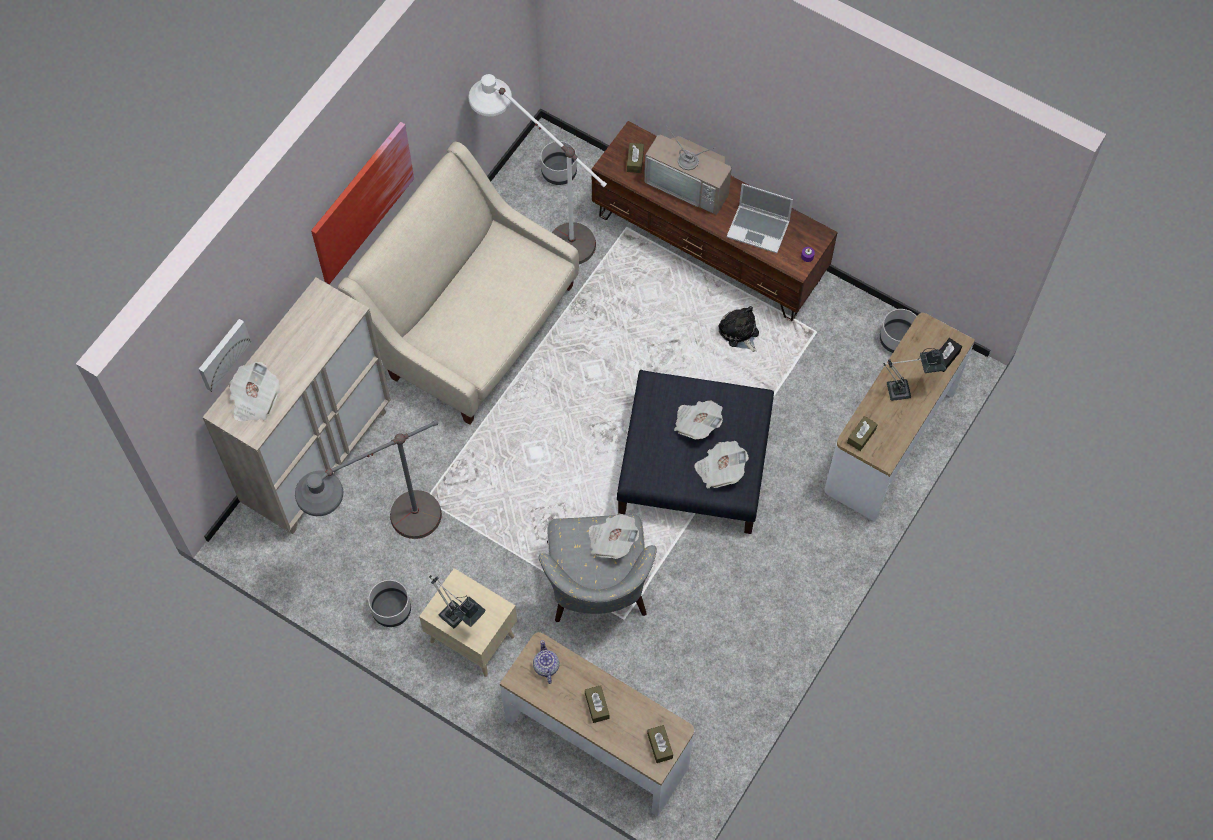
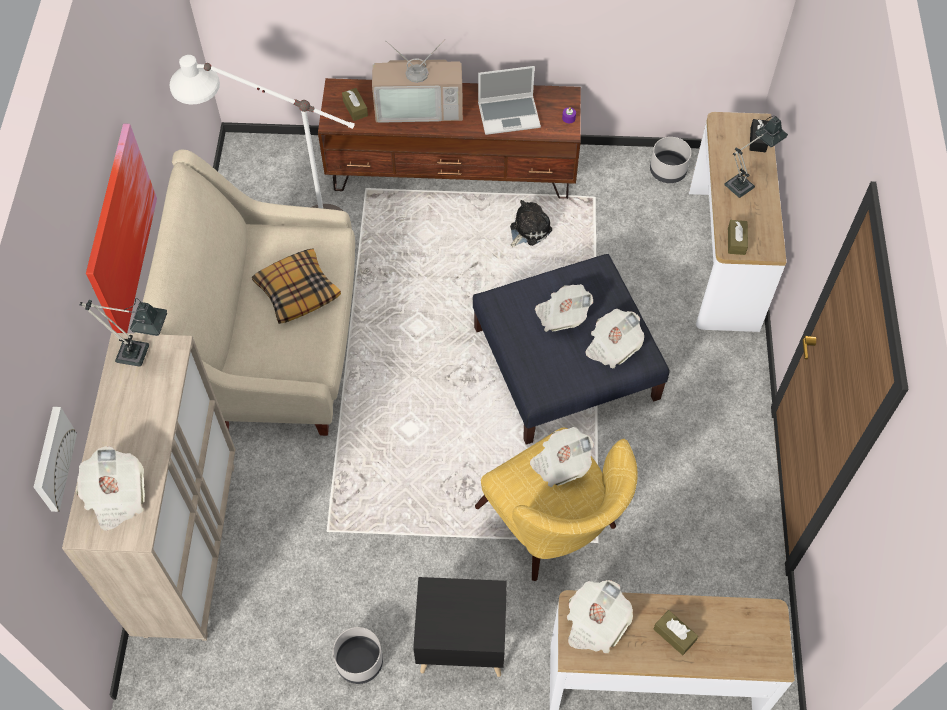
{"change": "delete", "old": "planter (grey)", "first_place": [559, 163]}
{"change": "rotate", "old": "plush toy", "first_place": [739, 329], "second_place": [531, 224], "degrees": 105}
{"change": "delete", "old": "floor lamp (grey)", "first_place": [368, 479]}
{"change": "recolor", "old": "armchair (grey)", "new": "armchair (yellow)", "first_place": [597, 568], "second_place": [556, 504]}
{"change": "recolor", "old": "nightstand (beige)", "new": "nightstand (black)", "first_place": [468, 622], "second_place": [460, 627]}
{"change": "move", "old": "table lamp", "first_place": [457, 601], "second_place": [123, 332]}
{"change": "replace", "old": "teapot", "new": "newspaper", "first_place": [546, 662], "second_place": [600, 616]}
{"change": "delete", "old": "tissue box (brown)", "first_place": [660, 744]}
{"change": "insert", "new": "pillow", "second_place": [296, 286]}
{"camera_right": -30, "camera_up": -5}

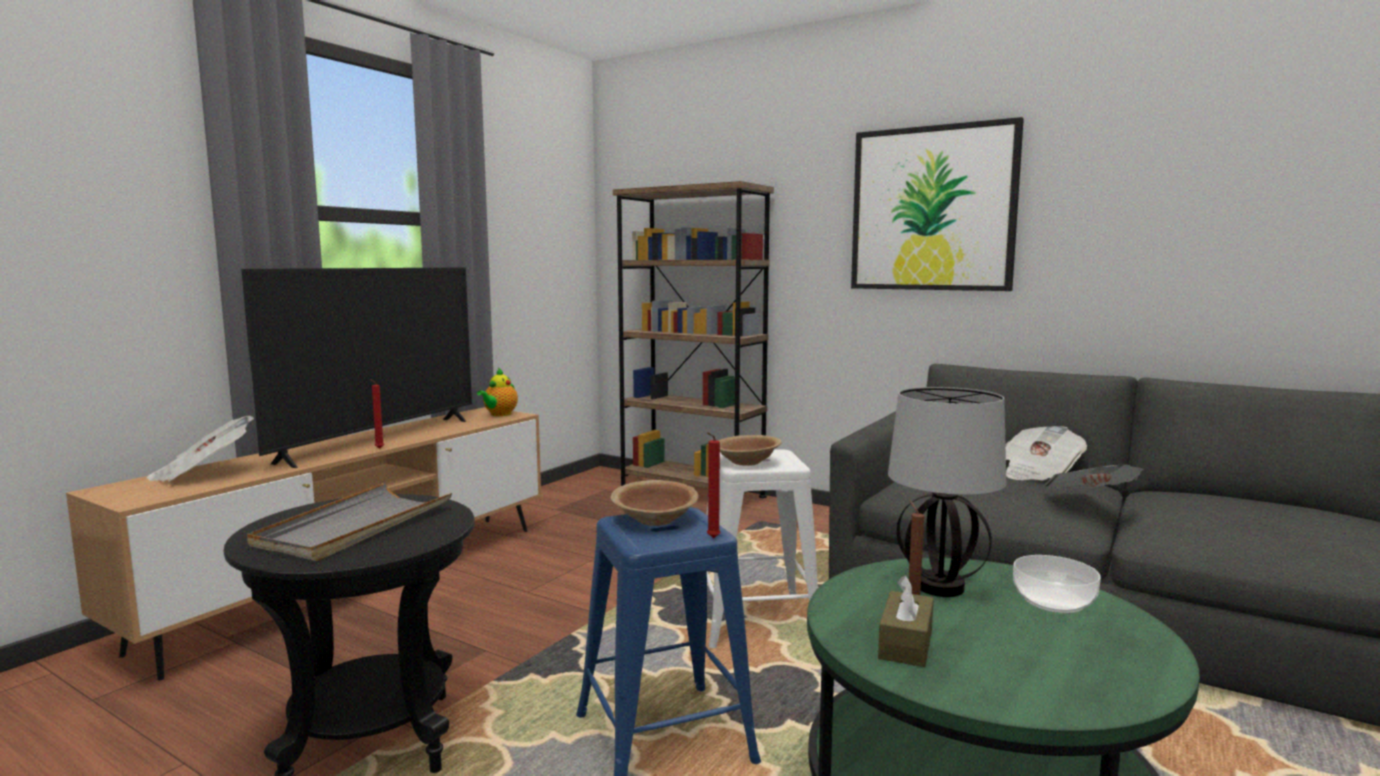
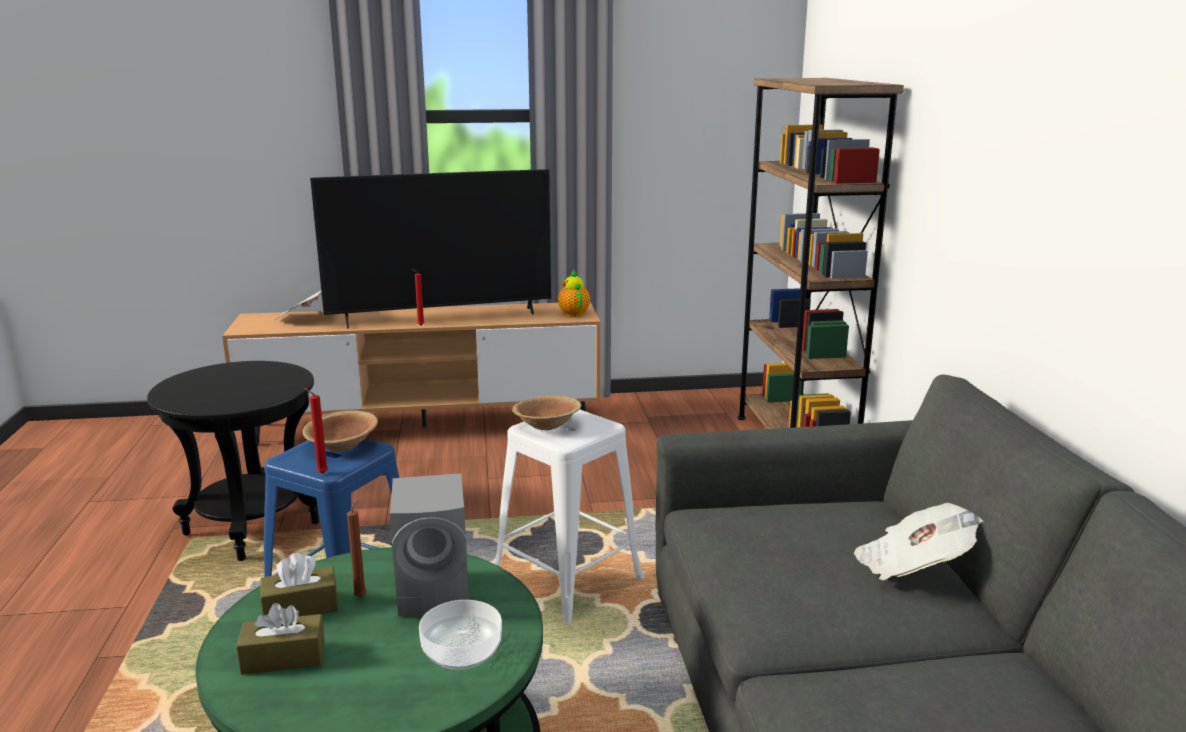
{"change": "delete", "old": "picture", "first_place": [937, 204]}
{"change": "rotate", "old": "teapot", "first_place": [497, 391], "second_place": [574, 293], "degrees": 90}
{"change": "replace", "old": "table lamp", "new": "speaker (grey)", "first_place": [947, 492], "second_place": [429, 545]}
{"change": "delete", "old": "newspaper", "first_place": [1093, 477]}
{"change": "delete", "old": "tray (grey)", "first_place": [349, 522]}
{"change": "insert", "new": "tissue box (brown)", "second_place": [280, 639]}
{"camera_right": 50, "camera_up": 10}

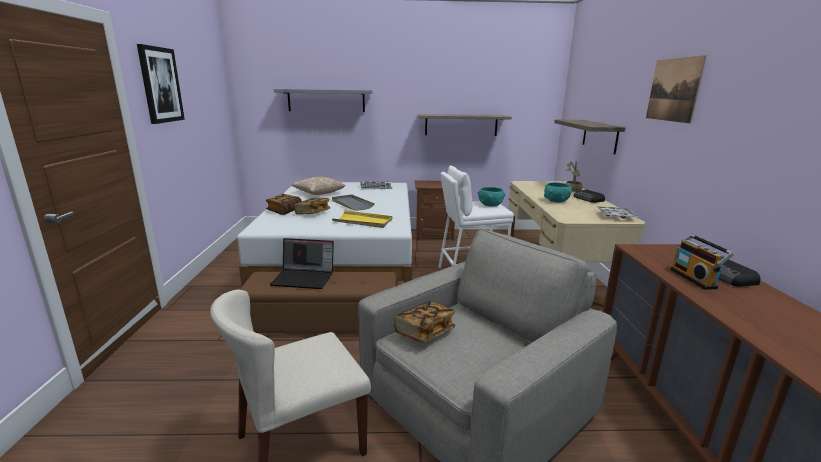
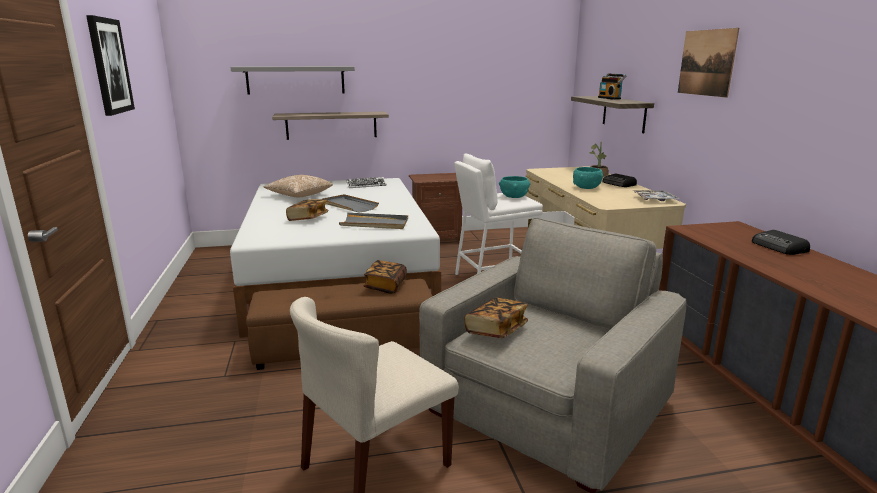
{"change": "move", "old": "shelf", "first_place": [465, 125], "second_place": [330, 126]}
{"change": "move", "old": "book", "first_place": [283, 204], "second_place": [385, 277]}
{"change": "recolor", "old": "tray (yellow)", "new": "tray (grey)", "first_place": [362, 219], "second_place": [373, 221]}
{"change": "move", "old": "radio", "first_place": [702, 262], "second_place": [612, 87]}
{"change": "delete", "old": "laptop", "first_place": [301, 263]}
{"camera_right": -10, "camera_up": 0}

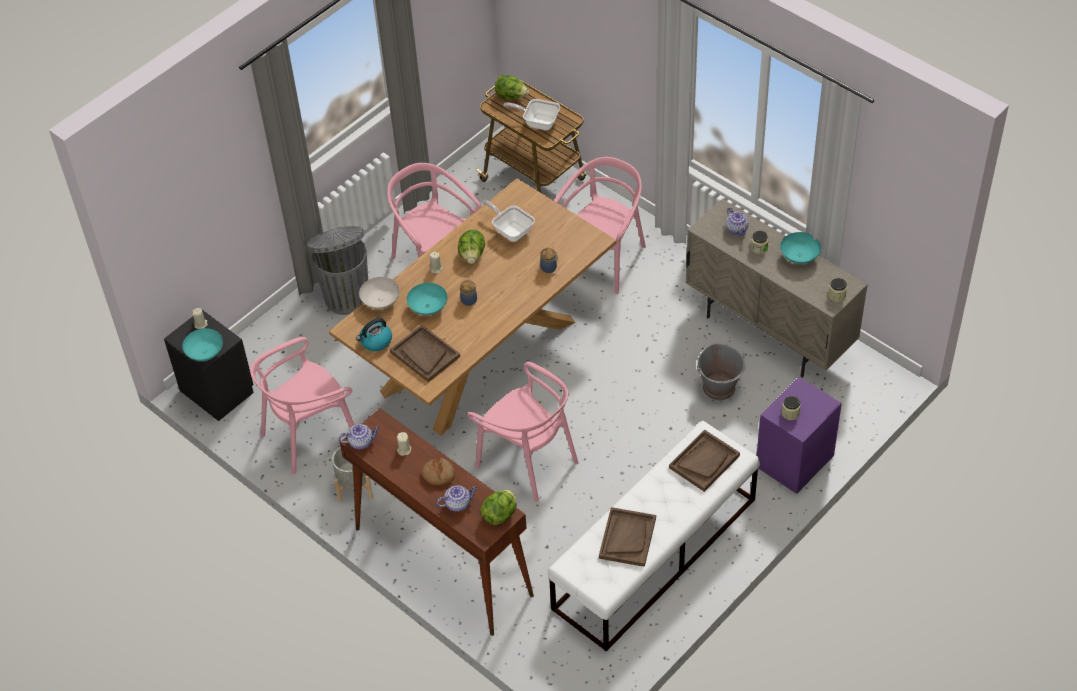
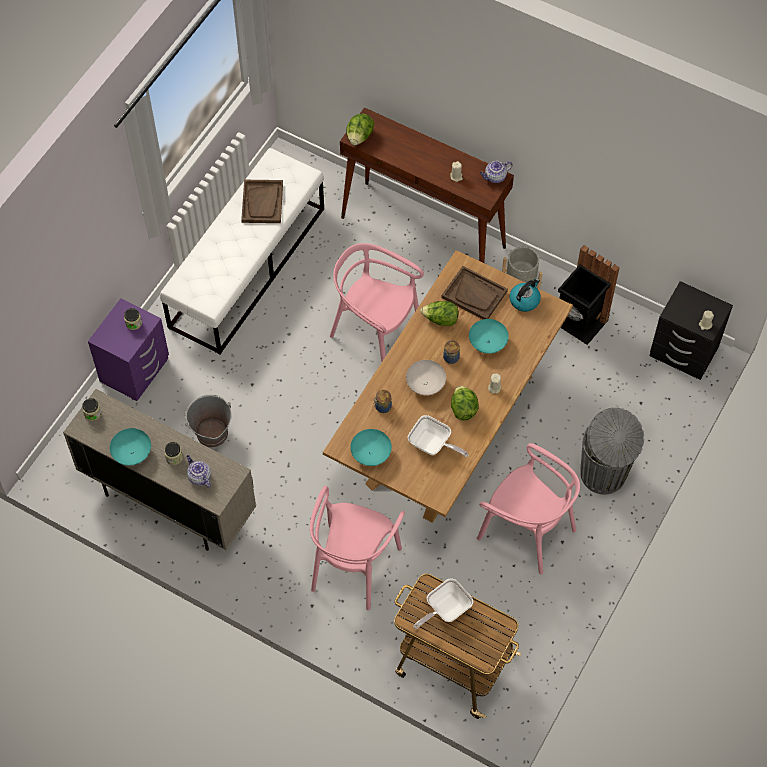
{"change": "move", "old": "lettuce", "first_place": [512, 86], "second_place": [439, 313]}
{"change": "rotate", "old": "frying pan", "first_place": [531, 114], "second_place": [443, 604], "degrees": 135}
{"change": "move", "old": "bowl (white)", "first_place": [379, 293], "second_place": [426, 377]}
{"change": "move", "old": "bowl (turquoise)", "first_place": [202, 344], "second_place": [371, 447]}
{"change": "replace", "old": "chair (pink)", "new": "trash can (black)", "first_place": [302, 405], "second_place": [589, 295]}
{"change": "delete", "old": "tray (brown)", "first_place": [704, 460]}
{"change": "delete", "old": "bread", "first_place": [438, 471]}
{"change": "delete", "old": "teapot", "first_place": [457, 499]}
{"camera_right": 165, "camera_up": 10}

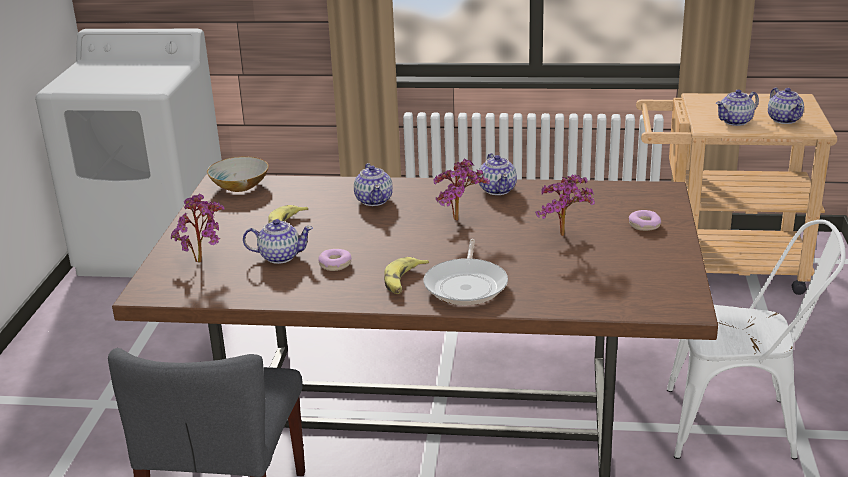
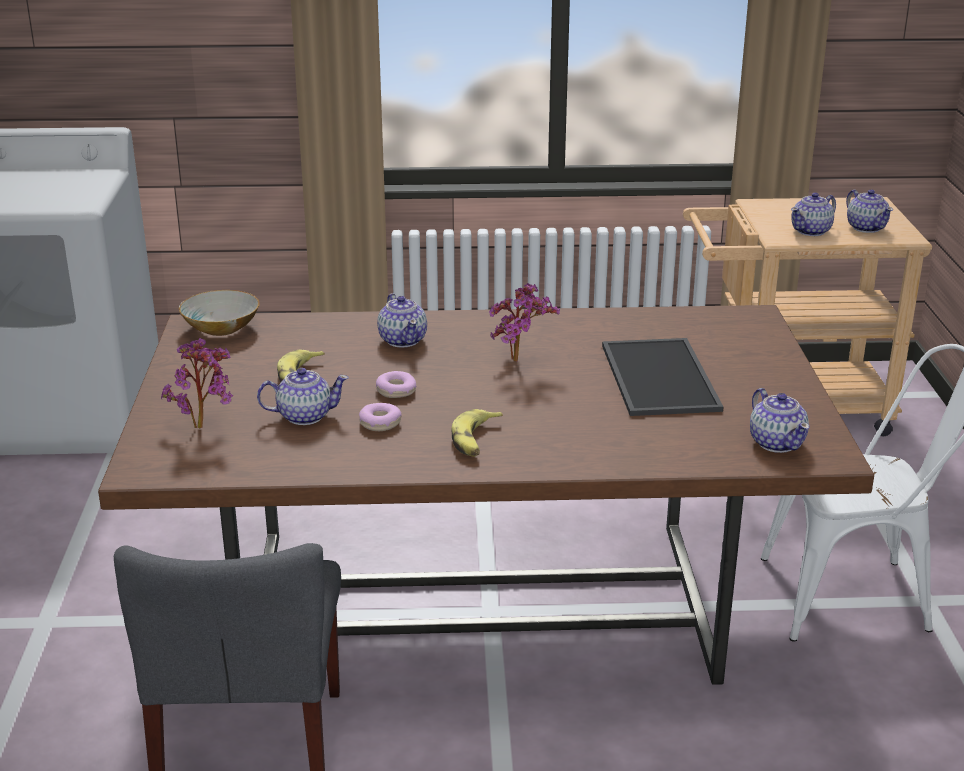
{"change": "move", "old": "teapot", "first_place": [498, 174], "second_place": [780, 420]}
{"change": "replace", "old": "potted plant", "new": "tray", "first_place": [565, 205], "second_place": [662, 377]}
{"change": "move", "old": "donut", "first_place": [645, 220], "second_place": [396, 384]}
{"change": "delete", "old": "frying pan", "first_place": [466, 272]}
{"camera_right": -10, "camera_up": 0}

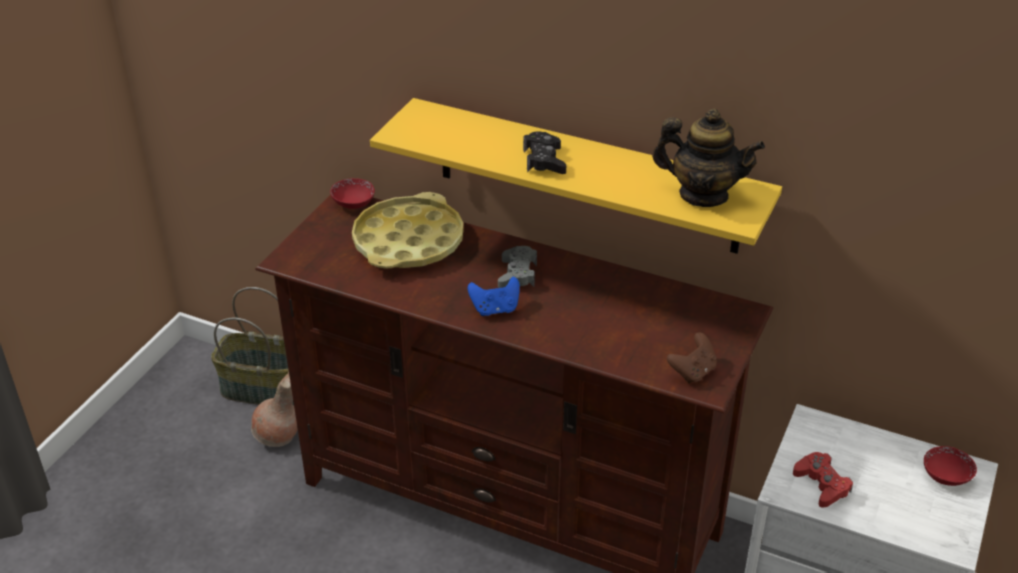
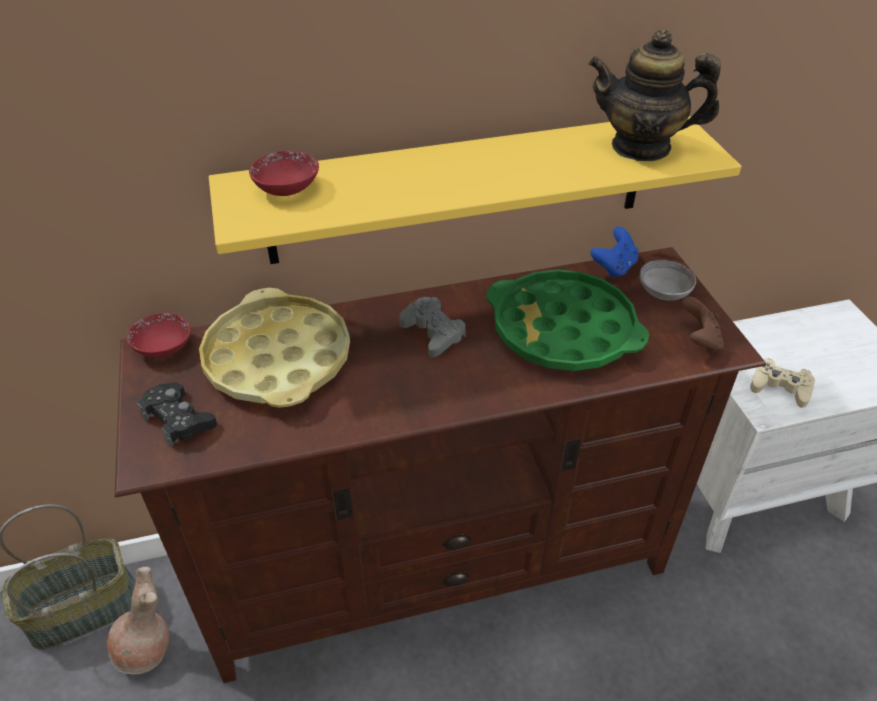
{"change": "rotate", "old": "teapot", "first_place": [708, 157], "second_place": [654, 95], "degrees": -150}
{"change": "move", "old": "game controller (black)", "first_place": [544, 152], "second_place": [177, 415]}
{"change": "move", "old": "game controller (blue)", "first_place": [494, 296], "second_place": [614, 252]}
{"change": "move", "old": "bowl (red)", "first_place": [950, 466], "second_place": [284, 173]}
{"change": "recolor", "old": "game controller (red)", "new": "game controller (beige)", "first_place": [823, 480], "second_place": [782, 383]}
{"change": "insert", "new": "bowl (grey)", "second_place": [668, 280]}
{"change": "insert", "new": "tray (green)", "second_place": [567, 320]}
{"camera_right": -40, "camera_up": 5}

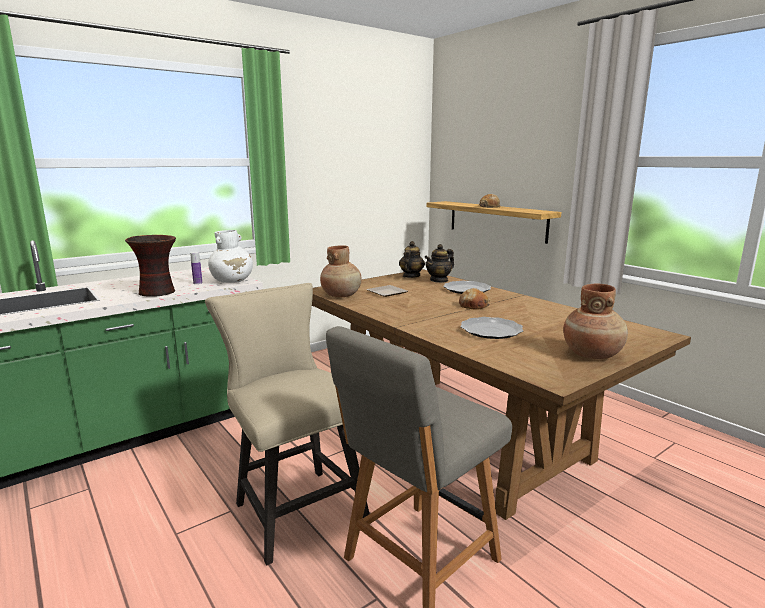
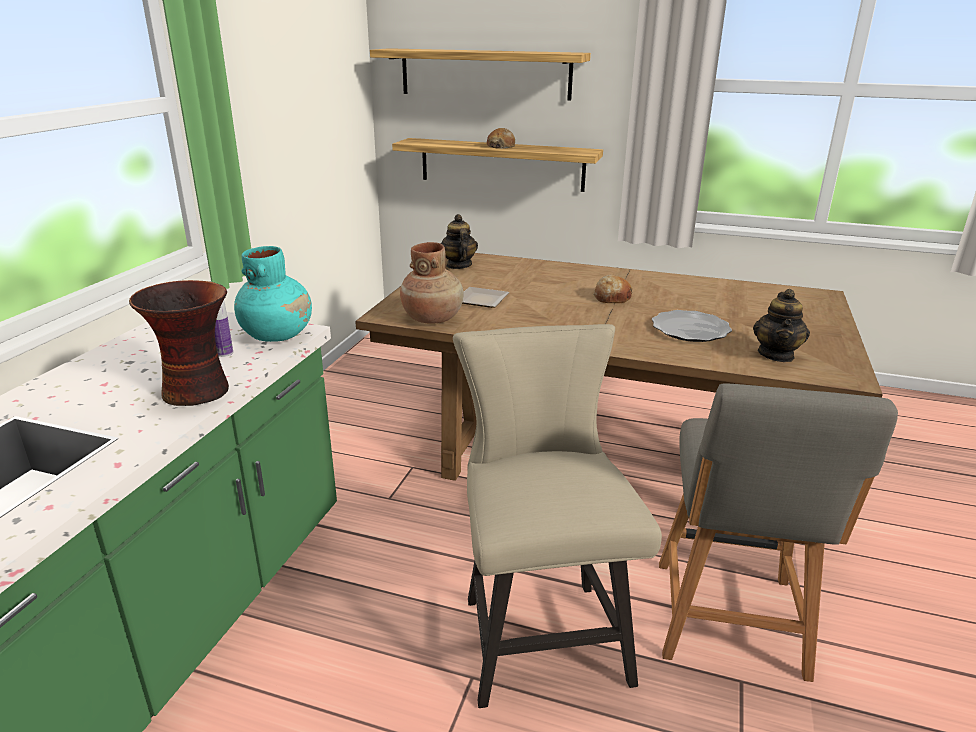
{"change": "recolor", "old": "vase (white)", "new": "vase (turquoise)", "first_place": [230, 256], "second_place": [273, 294]}
{"change": "move", "old": "teapot", "first_place": [439, 263], "second_place": [781, 325]}
{"change": "delete", "old": "plate", "first_place": [467, 287]}
{"change": "rotate", "old": "chair (beige)", "first_place": [287, 424], "second_place": [557, 516], "degrees": 60}
{"change": "delete", "old": "vase (brown)", "first_place": [595, 321]}
{"change": "insert", "new": "shelf", "second_place": [480, 74]}
{"camera_right": -35, "camera_up": 10}

